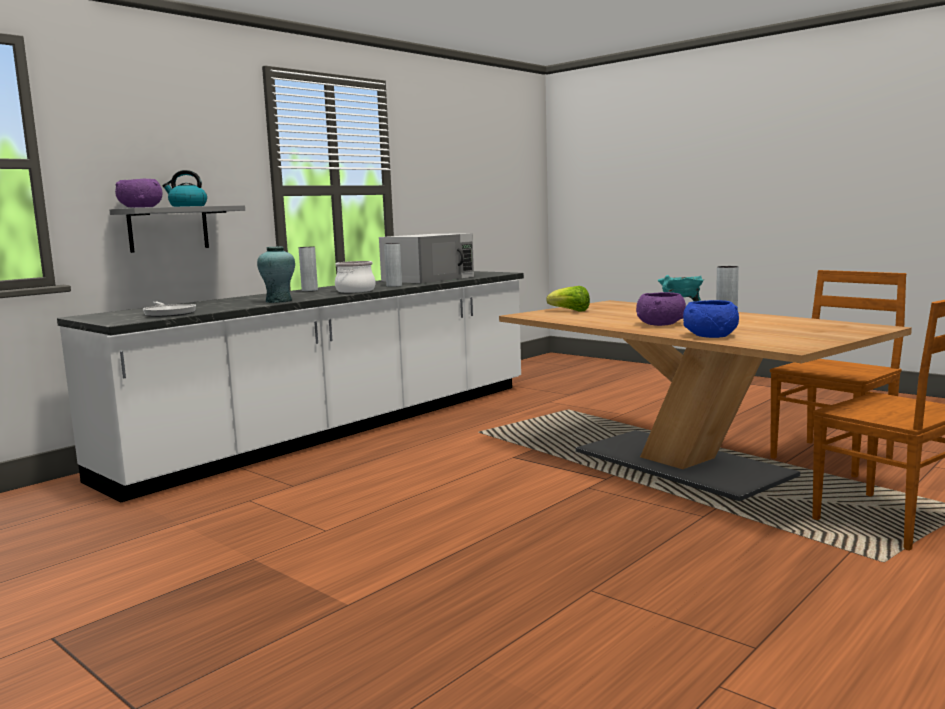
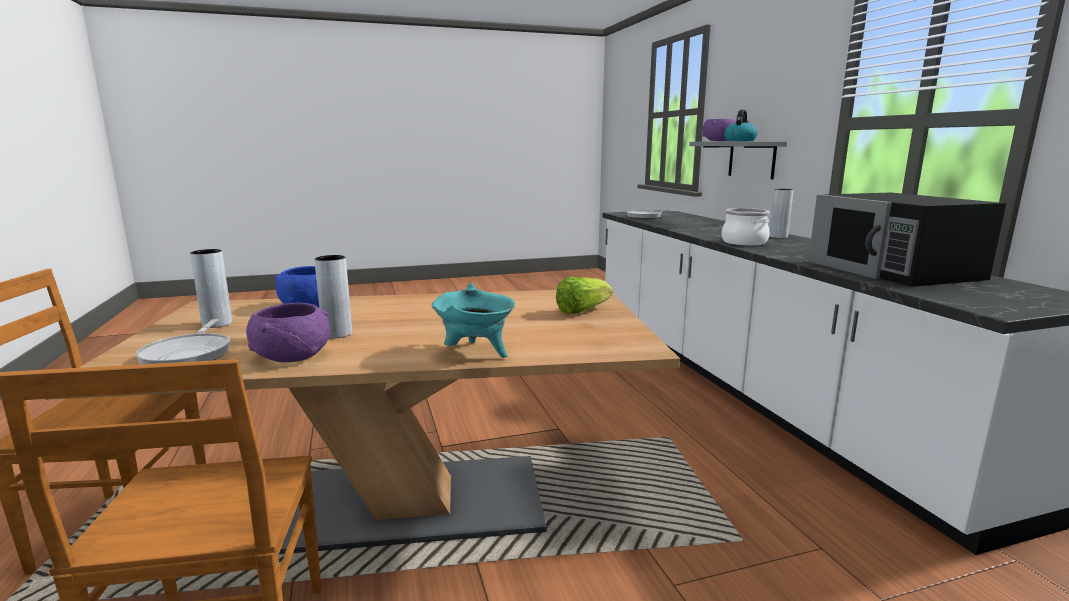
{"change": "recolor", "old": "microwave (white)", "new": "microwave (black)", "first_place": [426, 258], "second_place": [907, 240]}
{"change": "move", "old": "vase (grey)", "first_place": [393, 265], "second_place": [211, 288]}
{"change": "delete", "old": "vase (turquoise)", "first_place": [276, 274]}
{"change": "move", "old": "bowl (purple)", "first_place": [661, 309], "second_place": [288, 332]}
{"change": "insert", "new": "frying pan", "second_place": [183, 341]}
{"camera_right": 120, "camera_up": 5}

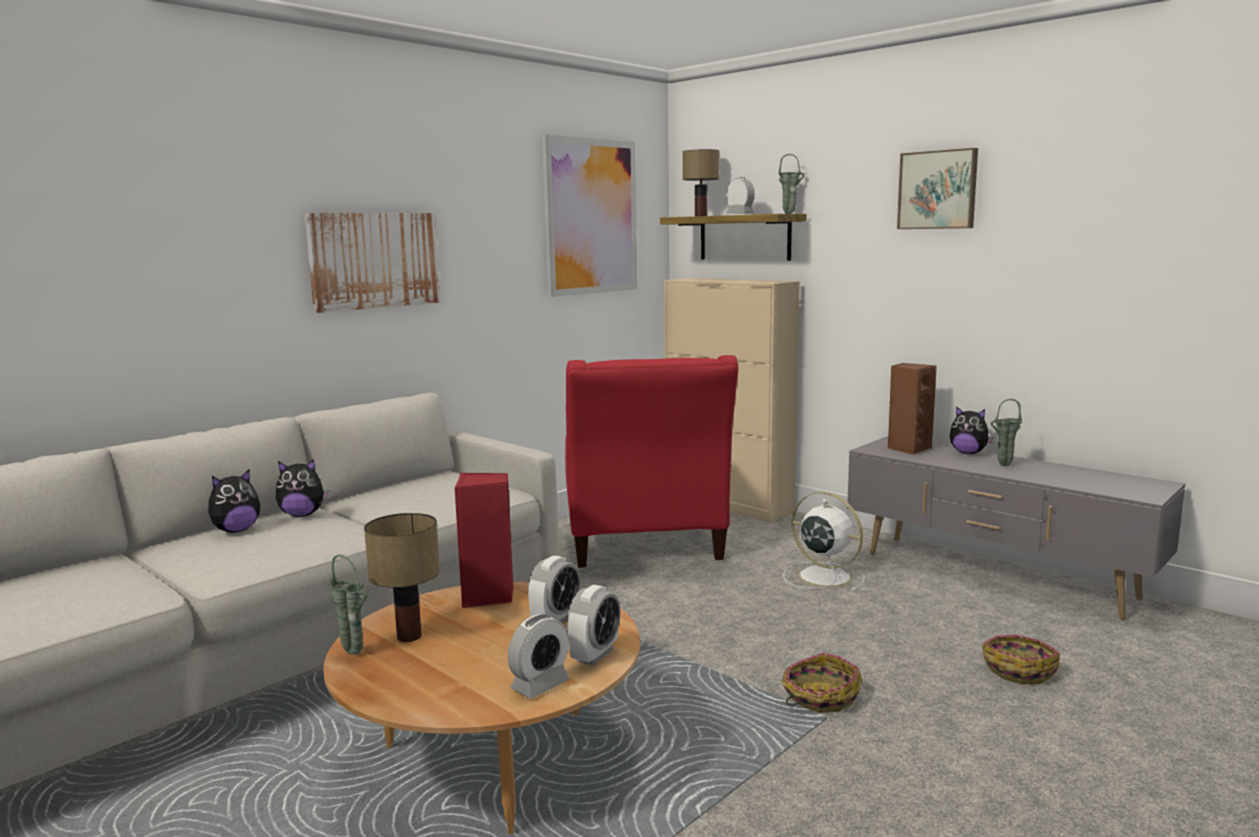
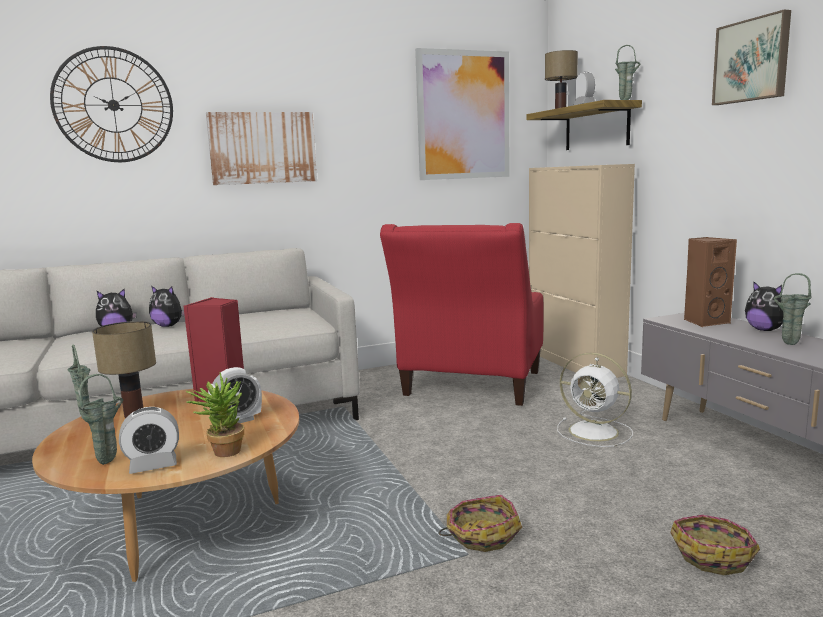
{"change": "rotate", "old": "fan (white)", "first_place": [824, 541], "second_place": [595, 399], "degrees": 150}
{"change": "replace", "old": "alarm clock", "new": "potted plant", "first_place": [593, 625], "second_place": [215, 415]}
{"change": "insert", "new": "wall clock", "second_place": [111, 104]}
{"change": "insert", "new": "vase (green)", "second_place": [101, 419]}
{"camera_right": 25, "camera_up": 0}

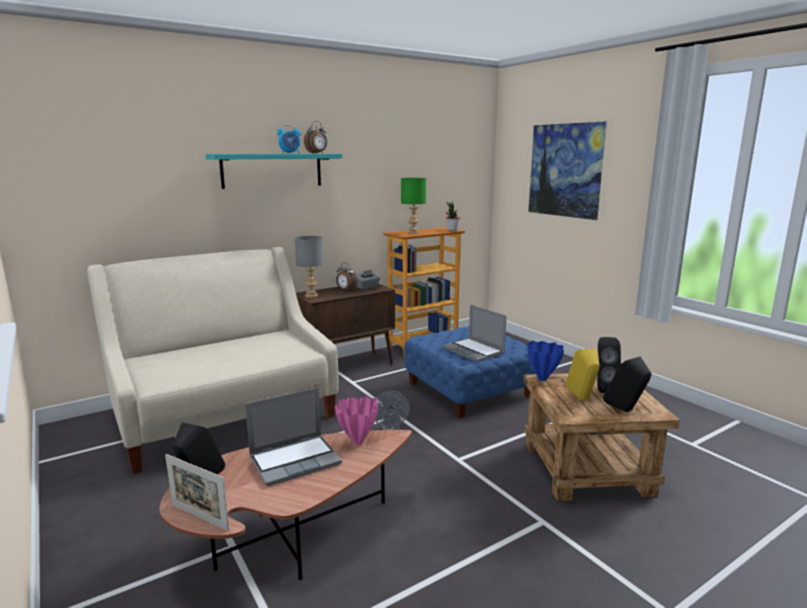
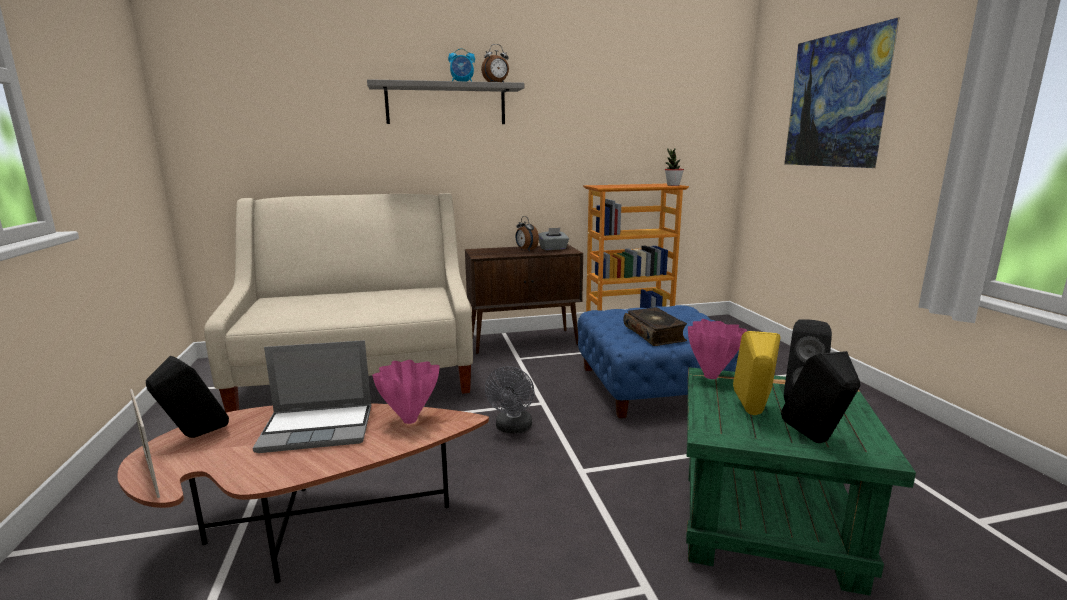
{"change": "recolor", "old": "shelf (turquoise)", "new": "shelf (grey)", "first_place": [274, 171], "second_place": [445, 101]}
{"change": "delete", "old": "table lamp (green)", "first_place": [413, 206]}
{"change": "delete", "old": "table lamp (grey)", "first_place": [309, 267]}
{"change": "replace", "old": "laptop", "new": "book", "first_place": [475, 333], "second_place": [655, 326]}
{"change": "recolor", "old": "vase (blue)", "new": "vase (pink)", "first_place": [545, 361], "second_place": [717, 349]}
{"change": "recolor", "old": "side table (brown)", "new": "side table (green)", "first_place": [601, 437], "second_place": [801, 481]}
{"camera_right": 20, "camera_up": 0}

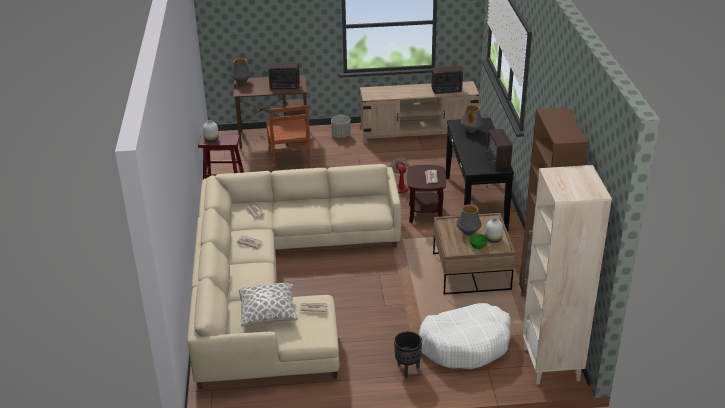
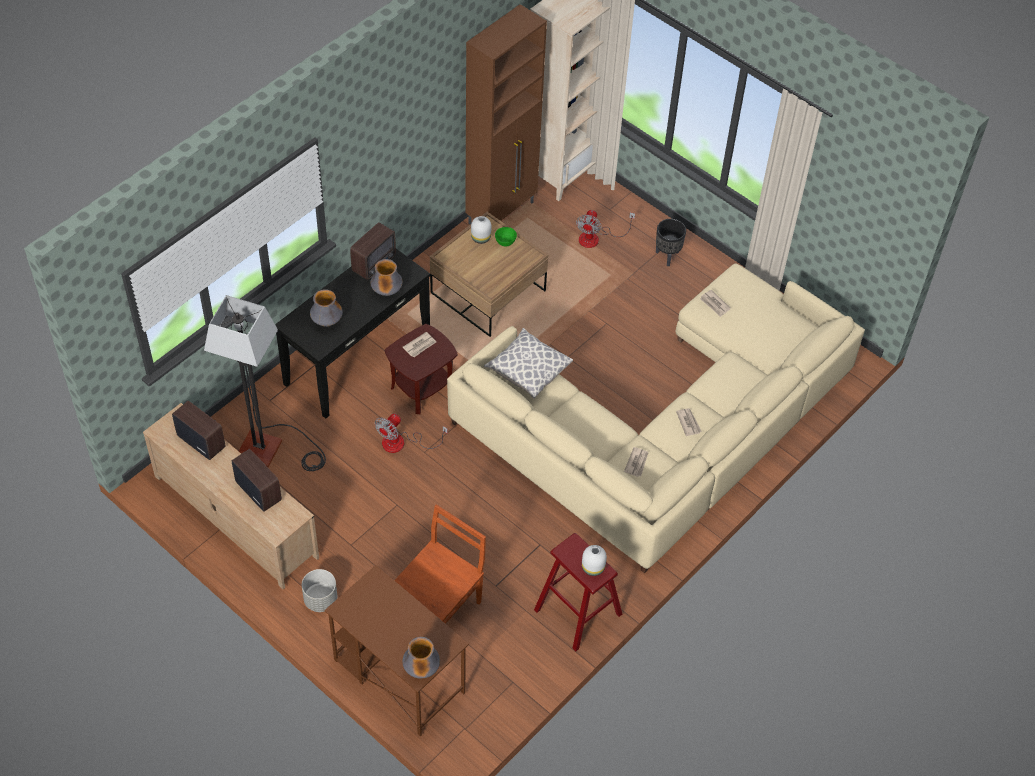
{"change": "move", "old": "radio", "first_place": [284, 76], "second_place": [257, 480]}
{"change": "move", "old": "vase", "first_place": [469, 220], "second_place": [386, 277]}
{"change": "move", "old": "pillow", "first_place": [268, 305], "second_place": [528, 363]}
{"change": "replace", "old": "dog bed (white)", "new": "fan", "first_place": [465, 336], "second_place": [605, 229]}
{"change": "insert", "new": "floor lamp", "second_place": [265, 383]}
{"camera_right": -135, "camera_up": 20}

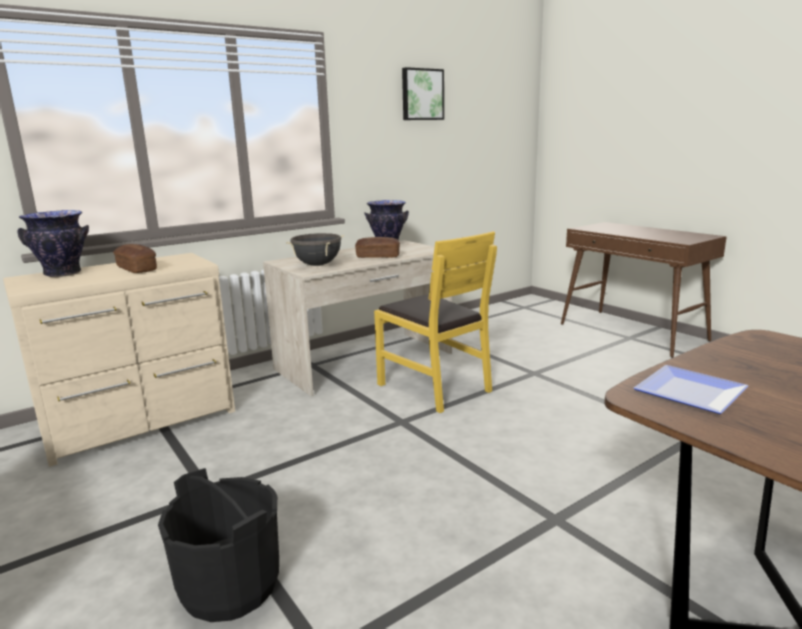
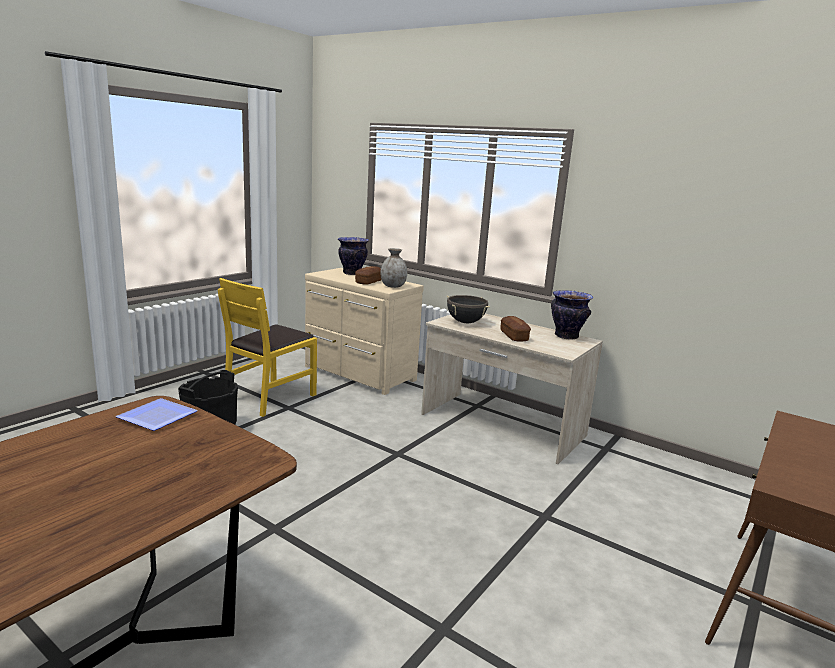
{"change": "delete", "old": "picture", "first_place": [423, 93]}
{"change": "move", "old": "chair (yellow)", "first_place": [435, 322], "second_place": [267, 347]}
{"change": "insert", "new": "vase (grey)", "second_place": [393, 268]}
{"camera_right": 70, "camera_up": 0}

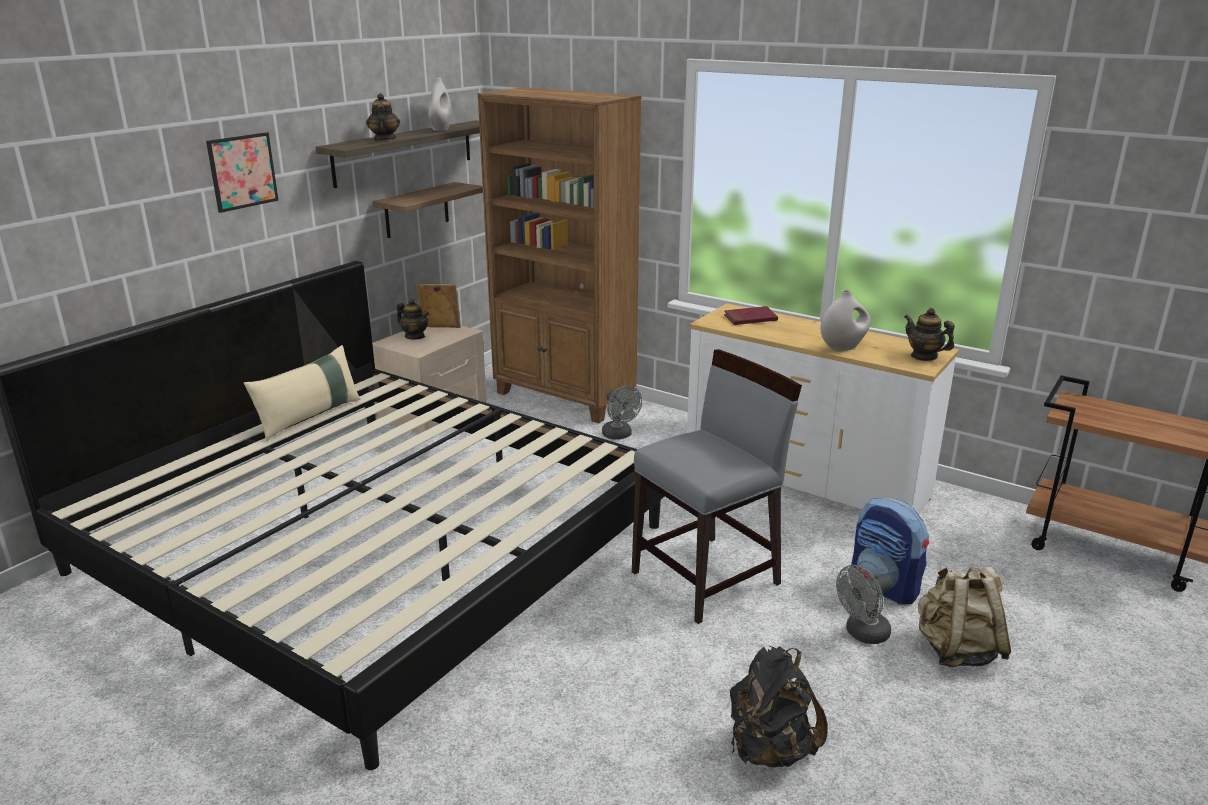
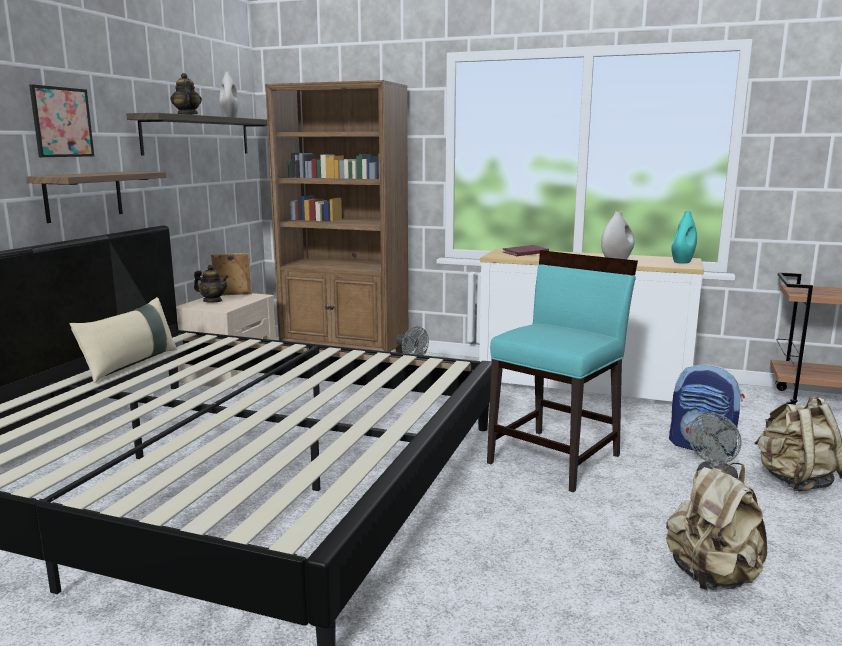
{"change": "move", "old": "shelf", "first_place": [427, 210], "second_place": [96, 197]}
{"change": "replace", "old": "teapot", "new": "vase (turquoise)", "first_place": [930, 334], "second_place": [684, 237]}
{"change": "recolor", "old": "chair (grey)", "new": "chair (turquoise)", "first_place": [717, 486], "second_place": [562, 371]}
{"change": "recolor", "old": "backpack (black)", "new": "backpack (beige)", "first_place": [779, 706], "second_place": [716, 527]}
{"camera_right": -15, "camera_up": -10}

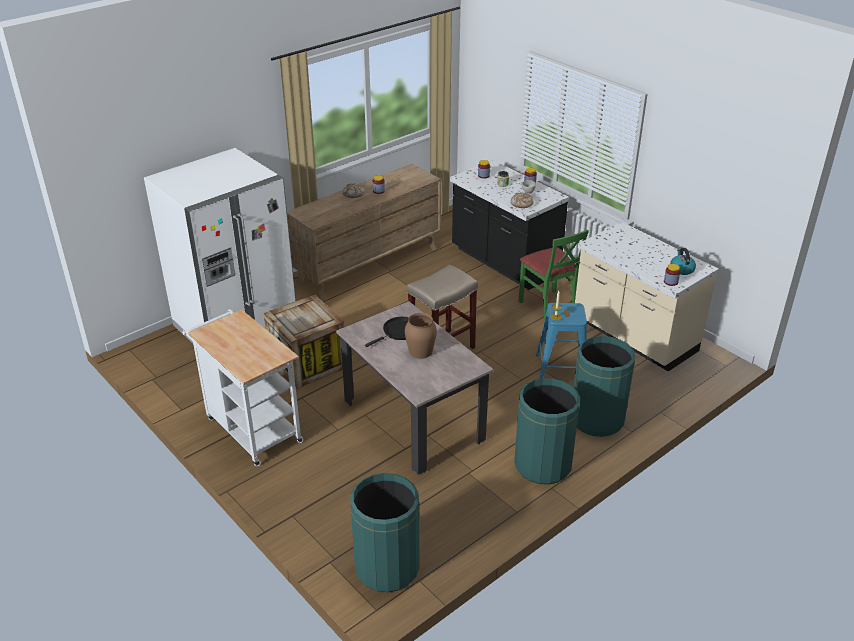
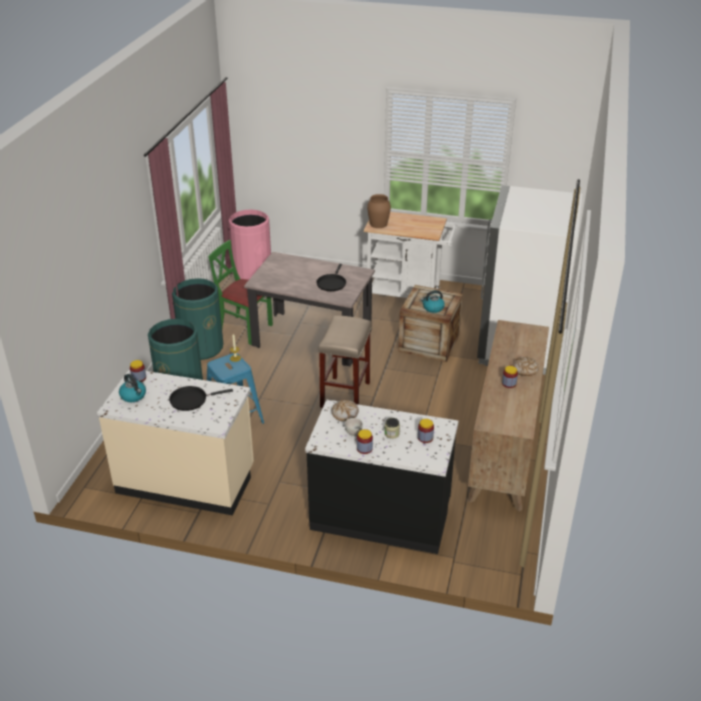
{"change": "move", "old": "chair (green)", "first_place": [554, 275], "second_place": [240, 292]}
{"change": "move", "old": "vase (brown)", "first_place": [421, 336], "second_place": [379, 211]}
{"change": "recolor", "old": "trash can (green)", "new": "trash can (pink)", "first_place": [385, 532], "second_place": [250, 244]}
{"change": "insert", "new": "kettle", "second_place": [433, 301]}
{"change": "insert", "new": "frying pan (black)", "second_place": [201, 398]}
{"camera_right": 145, "camera_up": 0}

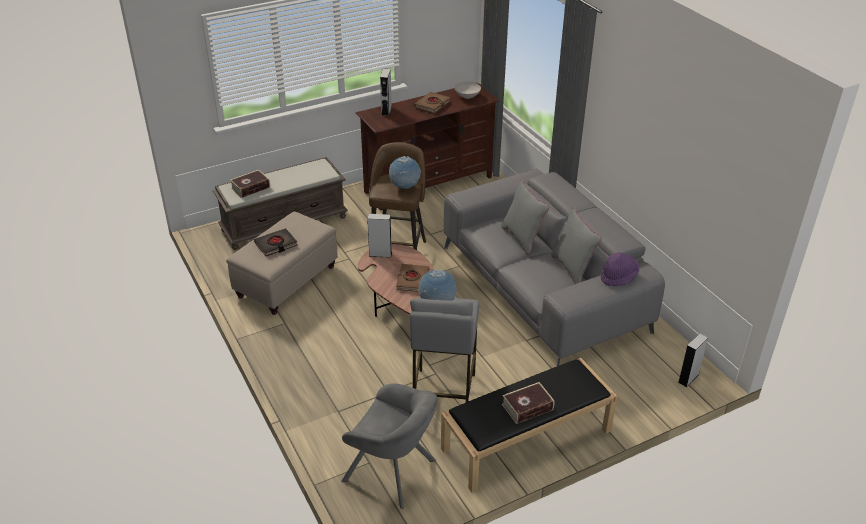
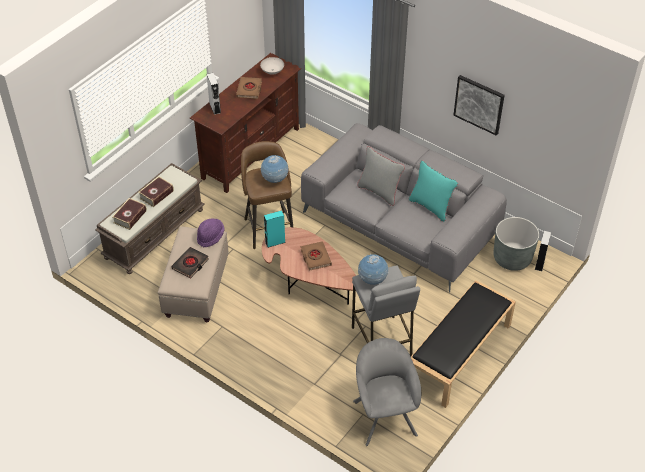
{"change": "recolor", "old": "pillow (grey)", "new": "pillow (turquoise)", "first_place": [576, 245], "second_place": [433, 191]}
{"change": "recolor", "old": "speaker (grey)", "new": "speaker (turquoise)", "first_place": [379, 236], "second_place": [275, 229]}
{"change": "move", "old": "hat (purple)", "first_place": [620, 269], "second_place": [211, 232]}
{"change": "move", "old": "book", "first_place": [528, 403], "second_place": [156, 191]}
{"change": "rotate", "old": "armchair (grey)", "first_place": [389, 446], "second_place": [387, 392], "degrees": -105}
{"change": "insert", "new": "picture", "second_place": [479, 105]}
{"change": "insert", "new": "planter (grey)", "second_place": [516, 244]}
{"camera_right": -25, "camera_up": 10}

